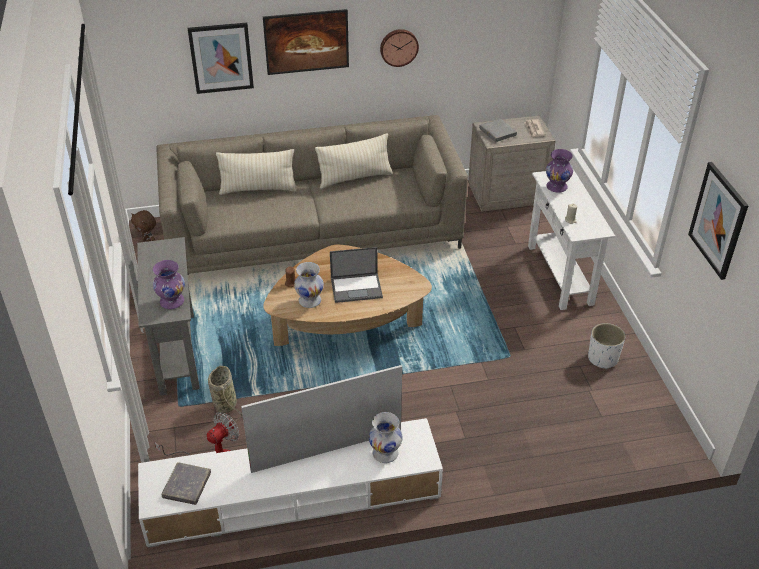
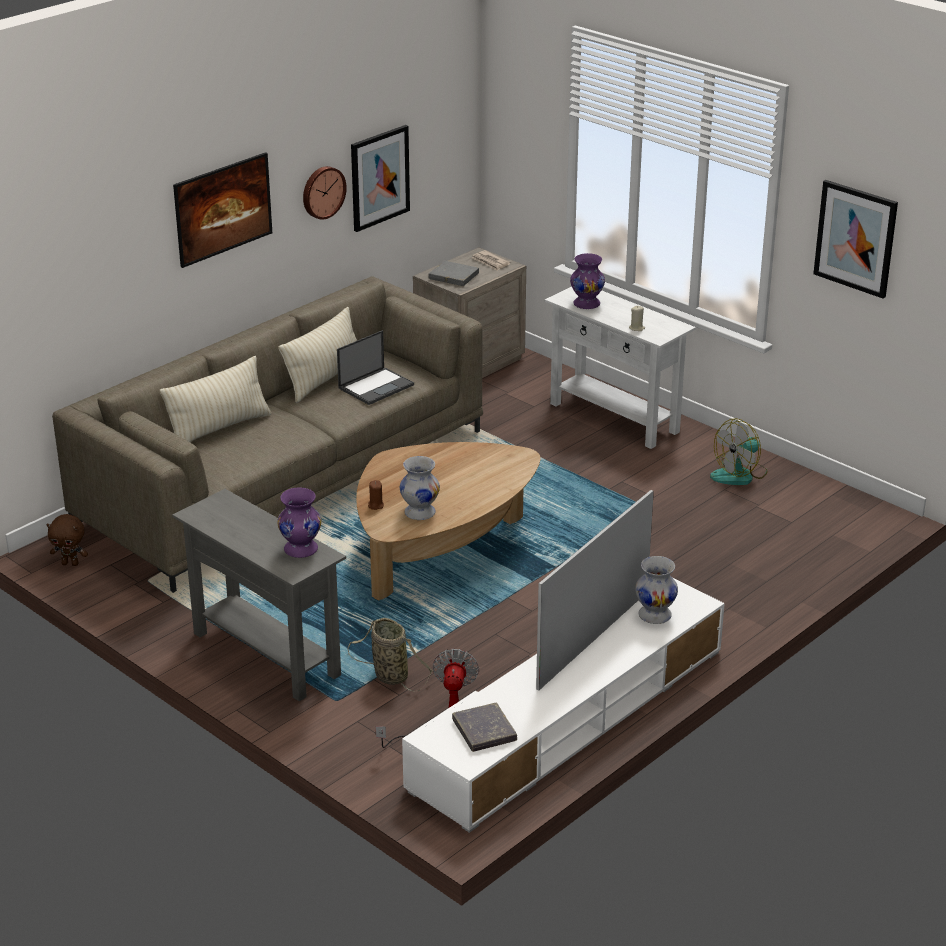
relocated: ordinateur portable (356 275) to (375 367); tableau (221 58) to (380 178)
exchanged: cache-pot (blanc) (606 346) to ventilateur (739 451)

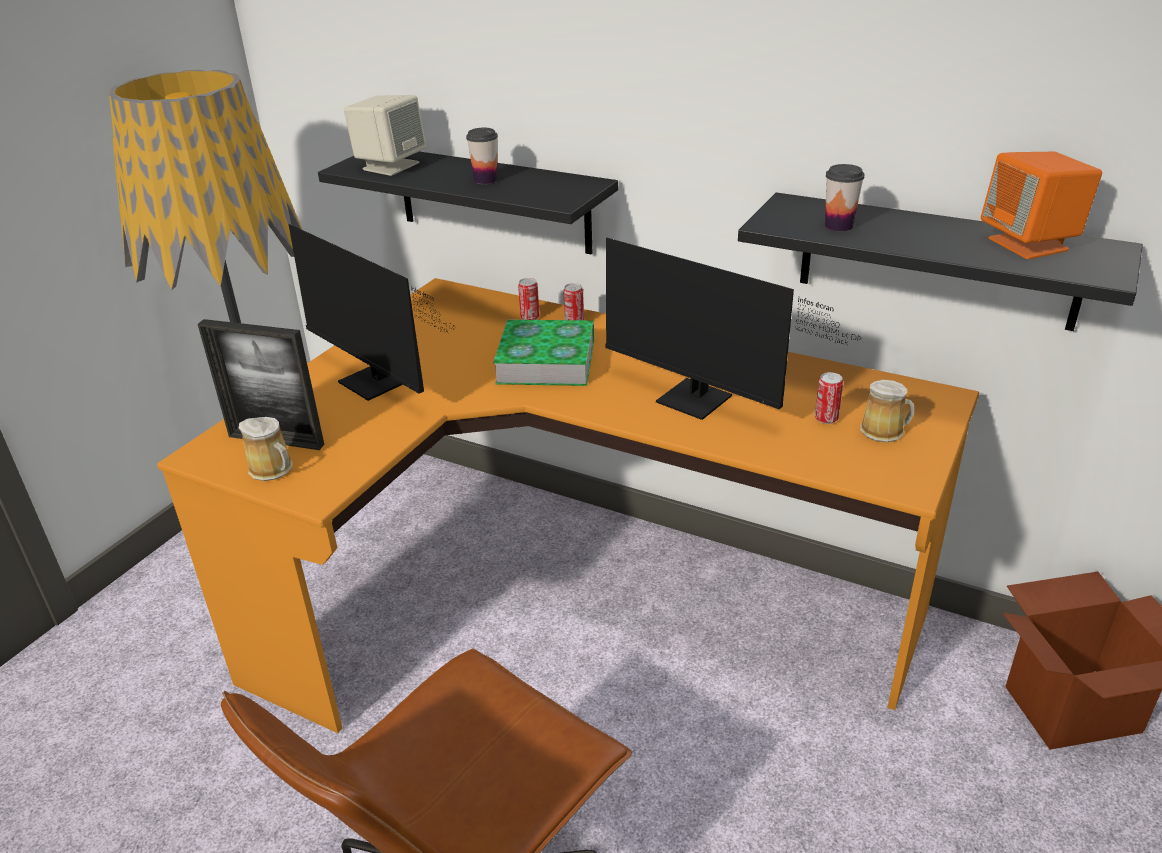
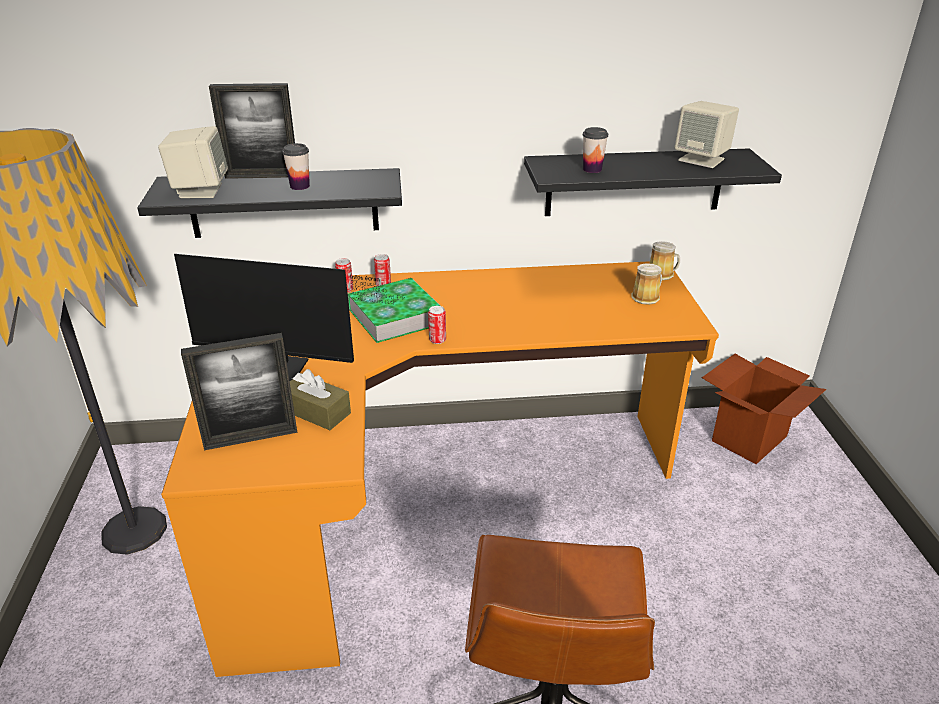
missing: écran d'ordinateur (733 329)
appeared: cadre photo (252 131); boîte à mouchoirs (marron) (320 399)
relocated: boîte métallique (829 398) to (437 325); mug (266 449) to (664 260)
colour: enceinte (orange) (1041 205) to enceinte (beige) (707 134)

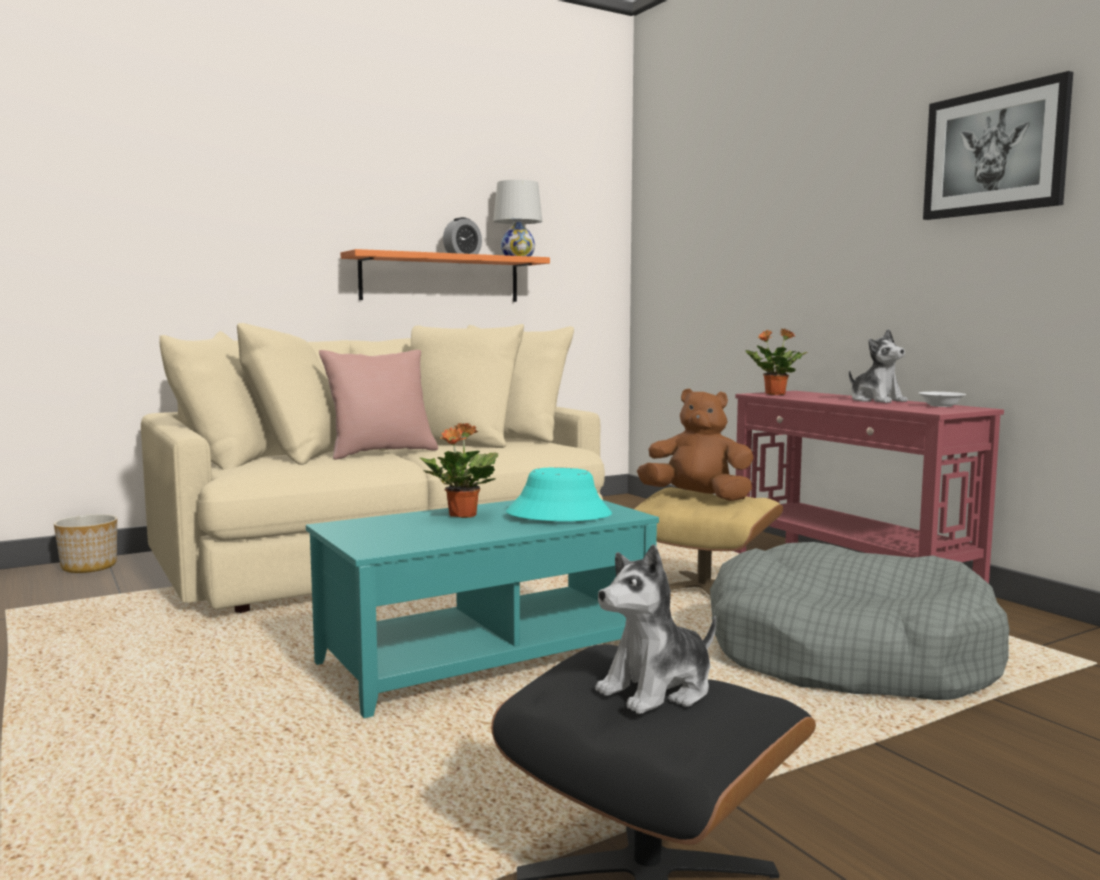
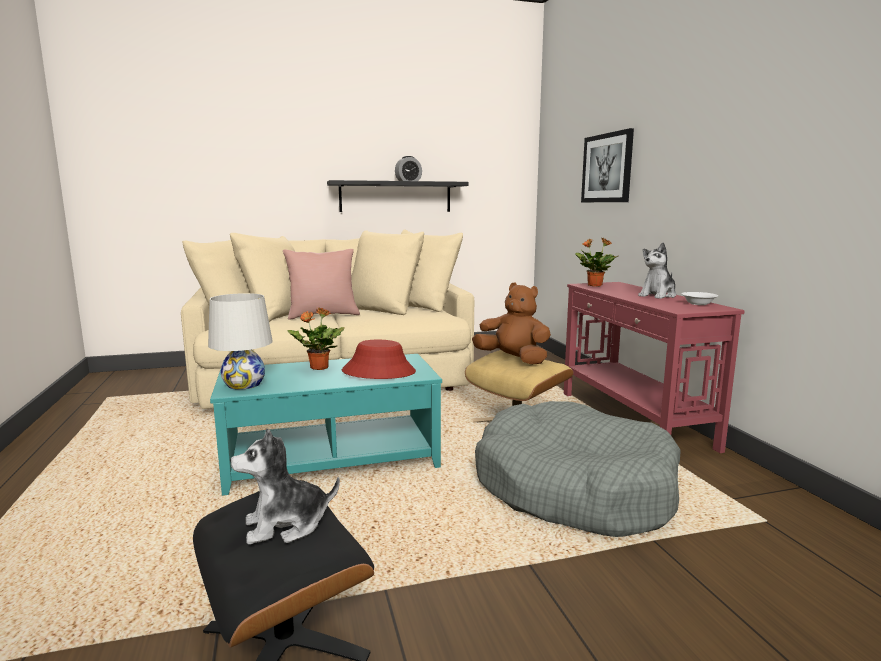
missing: cache-pot (85 543)
relocated: lampe de table (blanc) (517 218) to (240 341); tableau (998 145) to (607 165)
colour: étagère (orange) (445 275) to étagère (noir) (397 196); chapeau (turquoise) (559 494) to chapeau (rouge) (379 359)
spun: peluche (878 366) = (657 271) 60 degrees clockwise

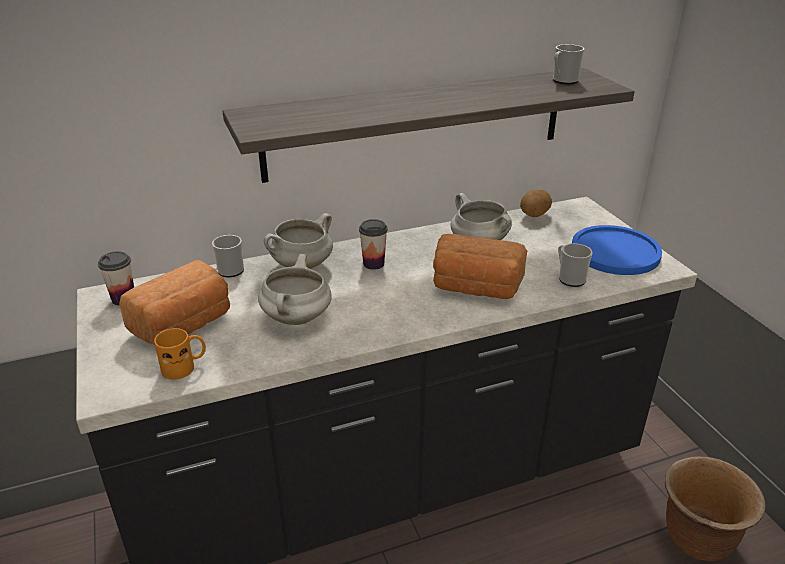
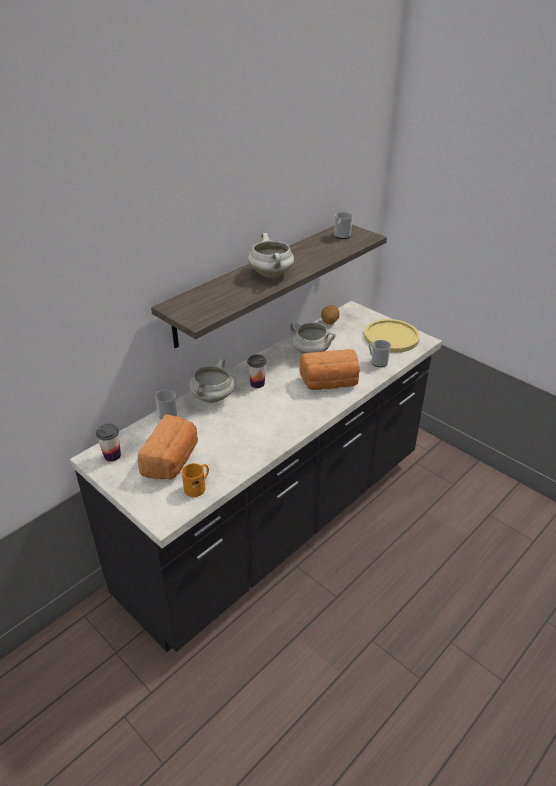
missing: cache-pot (marron) (715 508)
relocated: marmite (blanc) (295 289) to (271 255)
colour: assiette (bleu) (617 250) to assiette (jaune) (392 336)

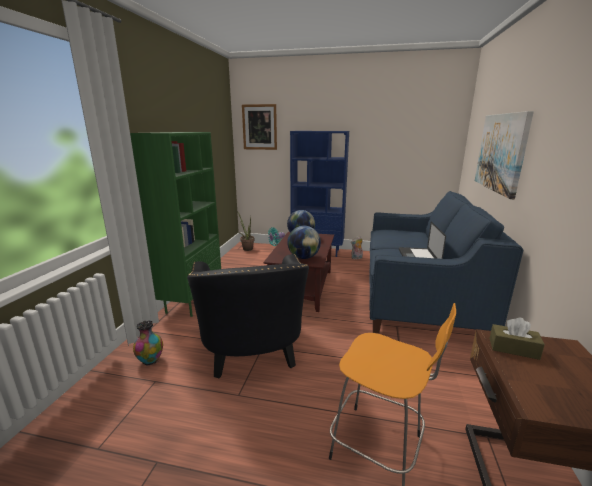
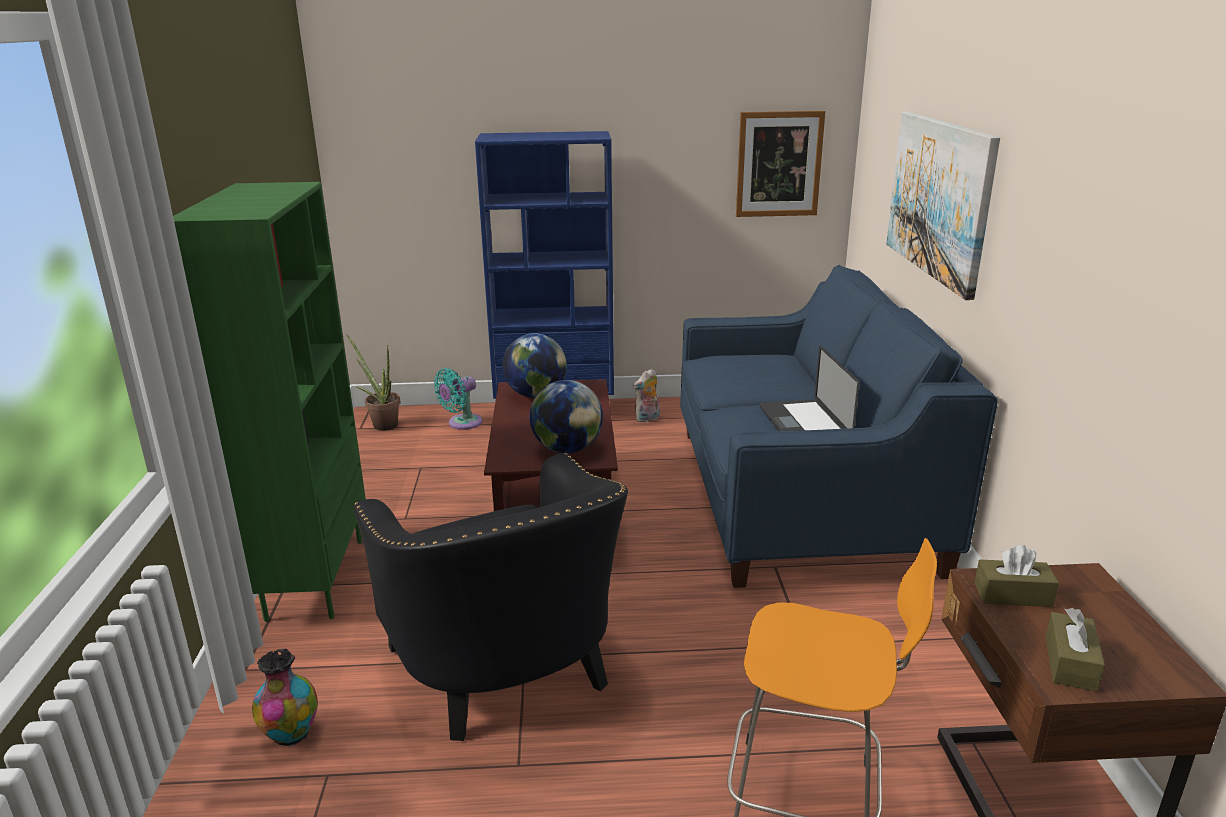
appeared: boîte à mouchoirs (marron) (1075 650)
relocated: tableau (259 127) to (780 164)

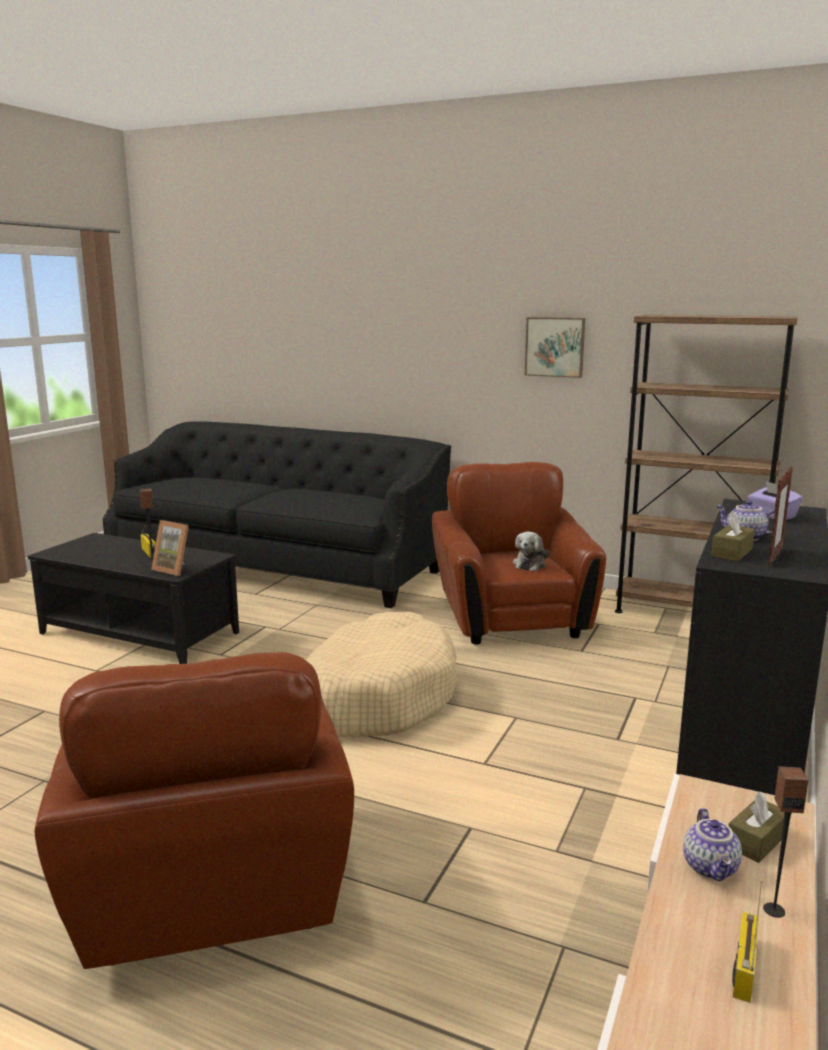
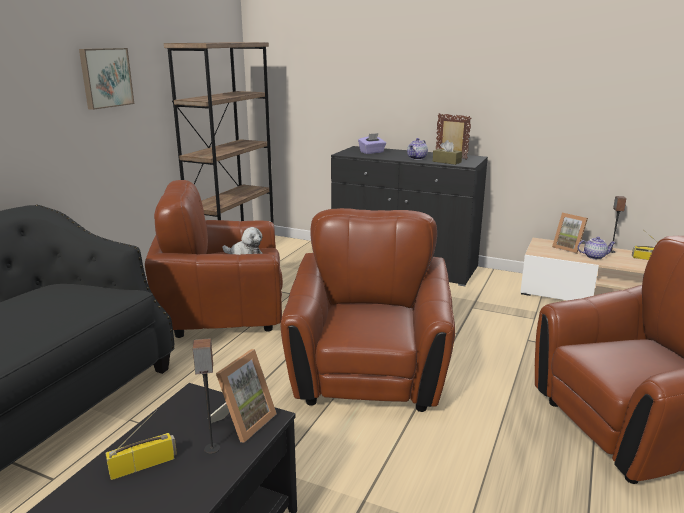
exchanged: panier pour chien (beige) (381 674) to fauteuil (marron) (368 310); boîte à mouchoirs (marron) (756 827) to cadre photo (570 233)

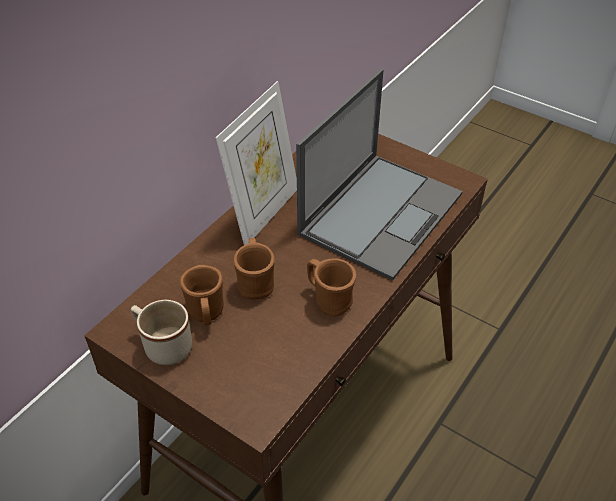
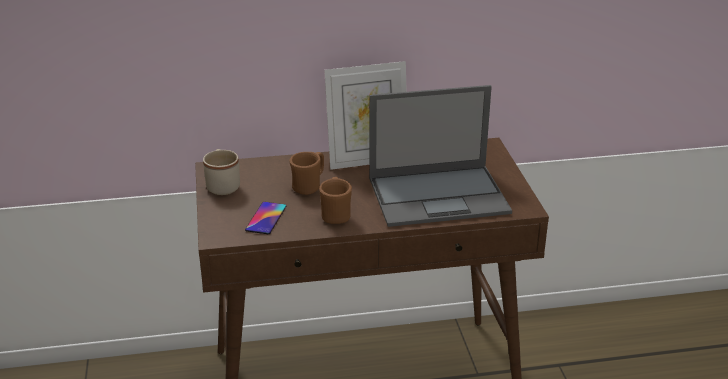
missing: mug (marron) (202 295)
appeared: téléphone (265 218)

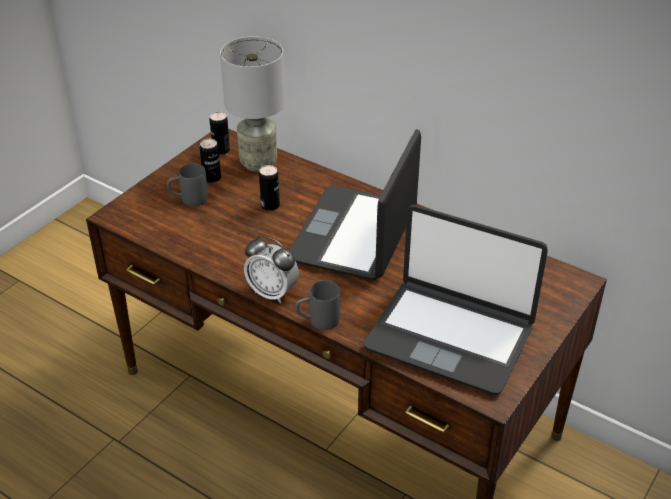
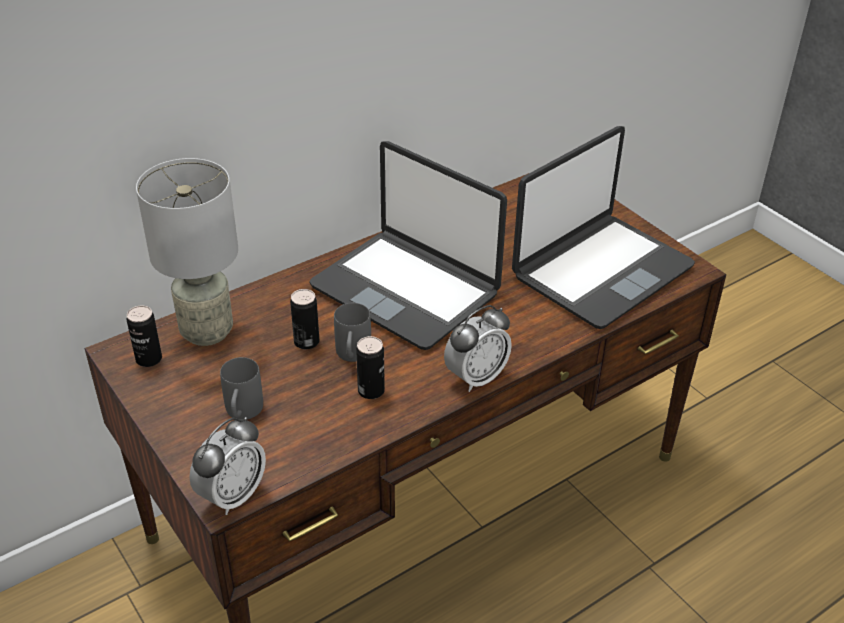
appeared: réveil (227 466)
relocated: mug (gris) (317 305) to (352 332); boîte métallique (210 161) to (370 367)

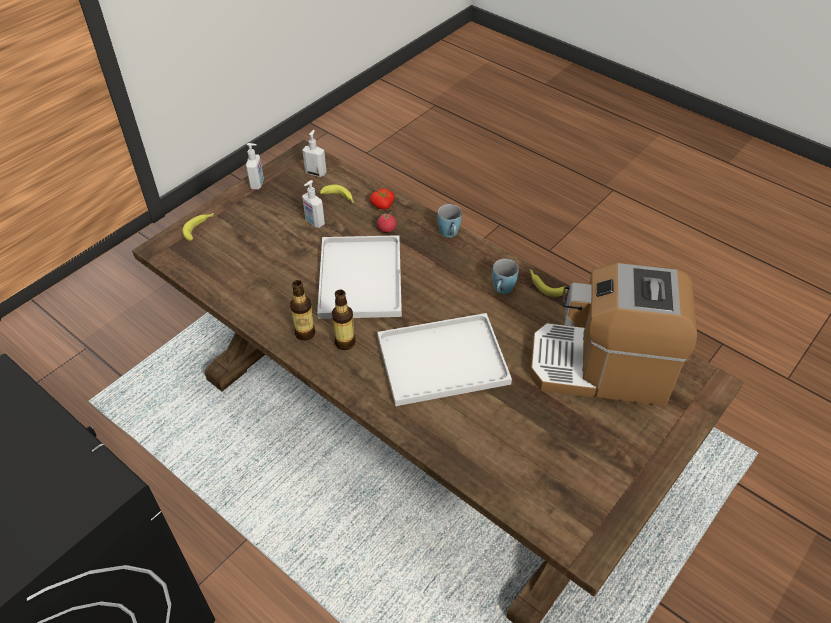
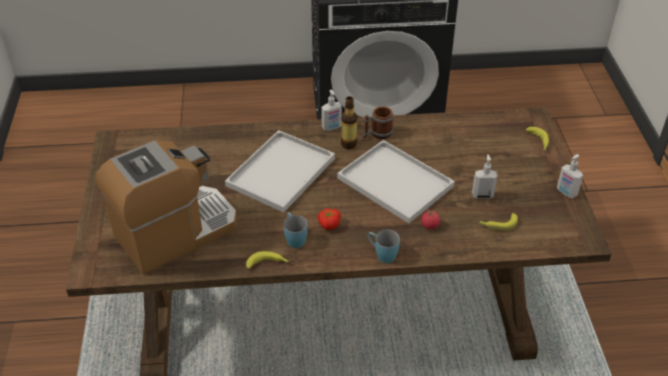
relocated: tomate (382 198) to (329 219); distributeur de savon (314 153) to (331 110)
exchanged: bouteille (302 310) to mug (378 122)

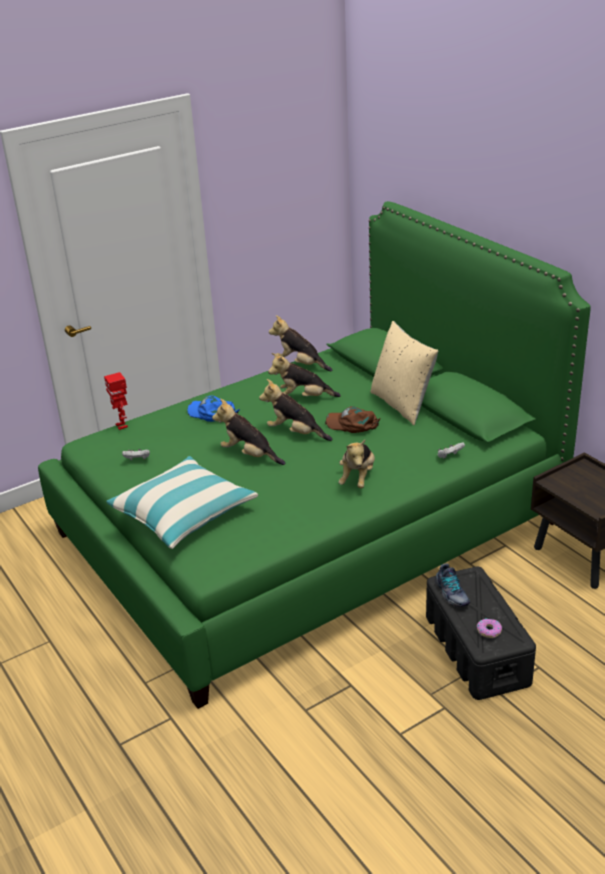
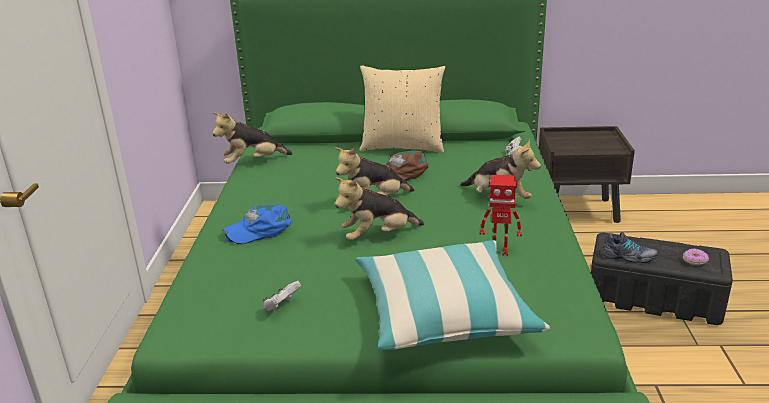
missing: peluche (304 375)
relocated: robot jouet (116 401) to (501 215)

